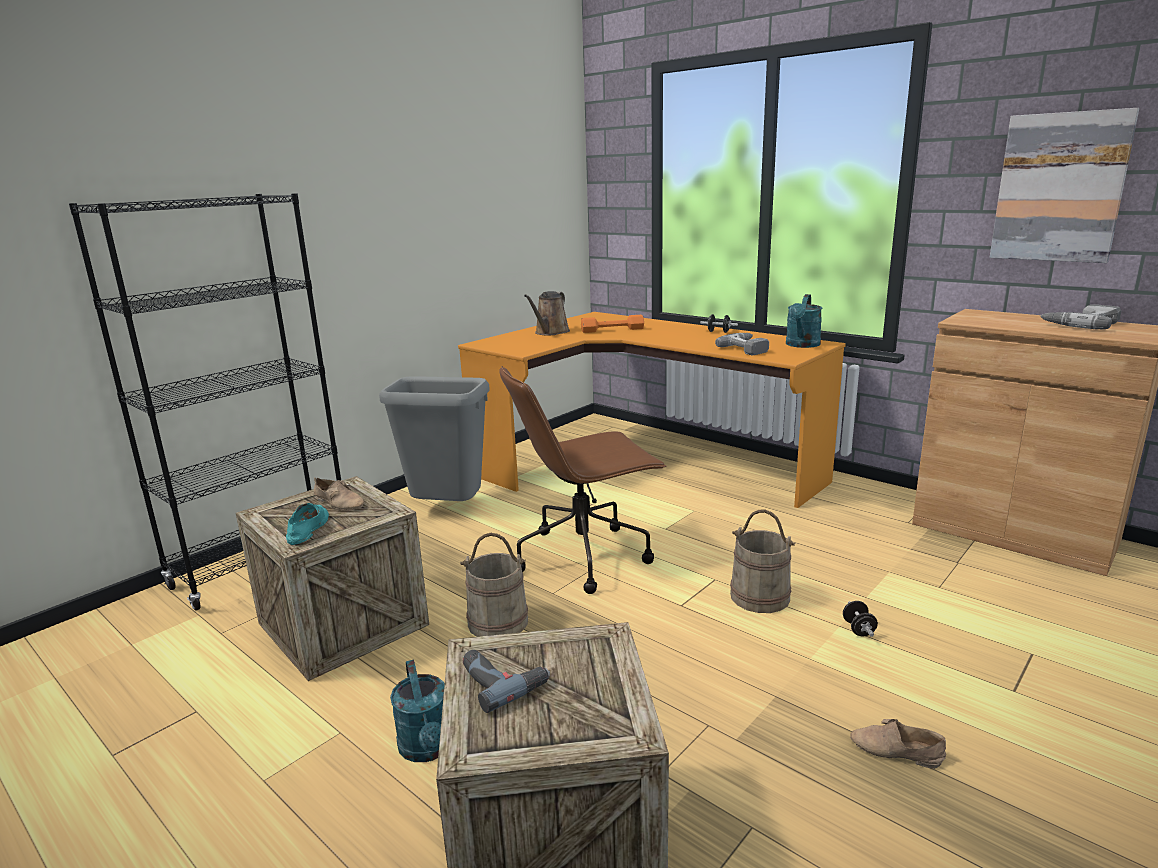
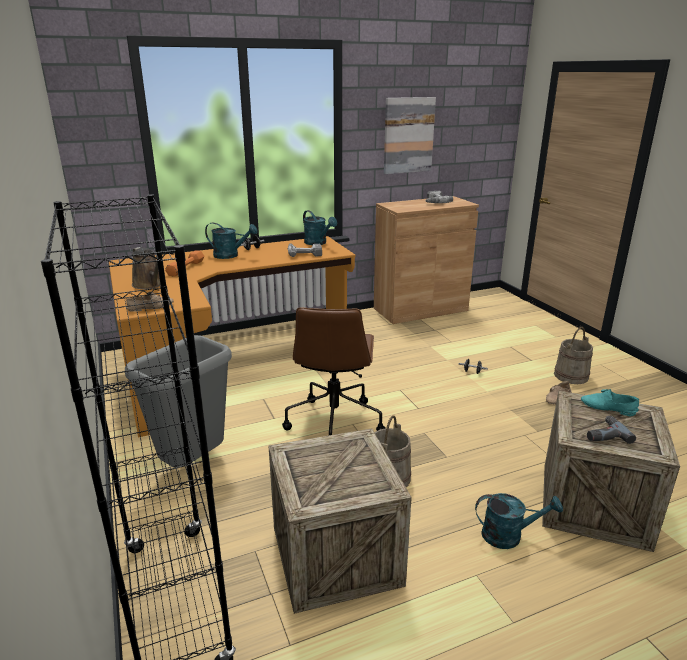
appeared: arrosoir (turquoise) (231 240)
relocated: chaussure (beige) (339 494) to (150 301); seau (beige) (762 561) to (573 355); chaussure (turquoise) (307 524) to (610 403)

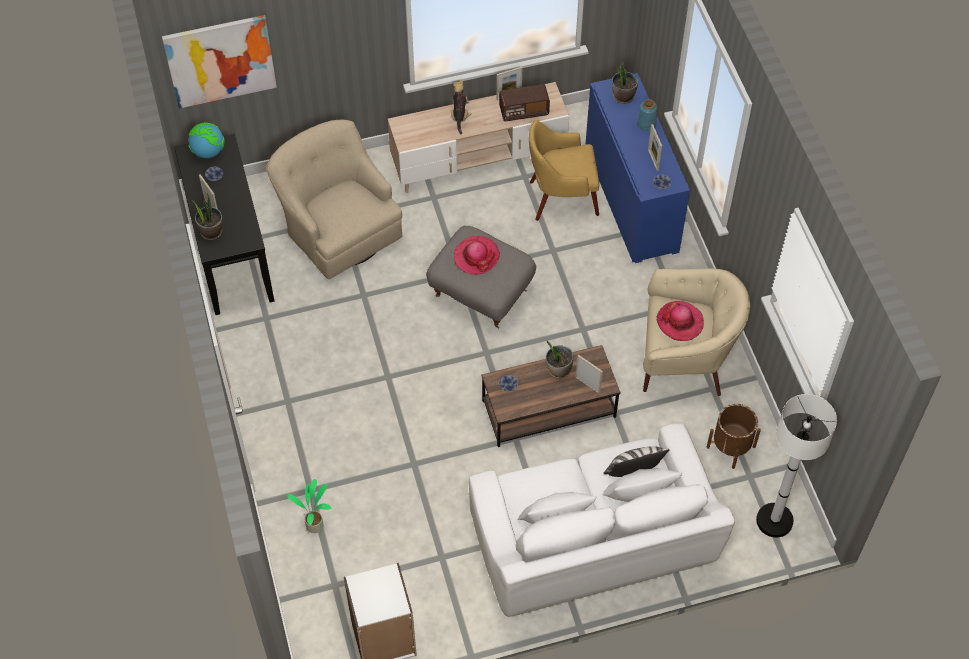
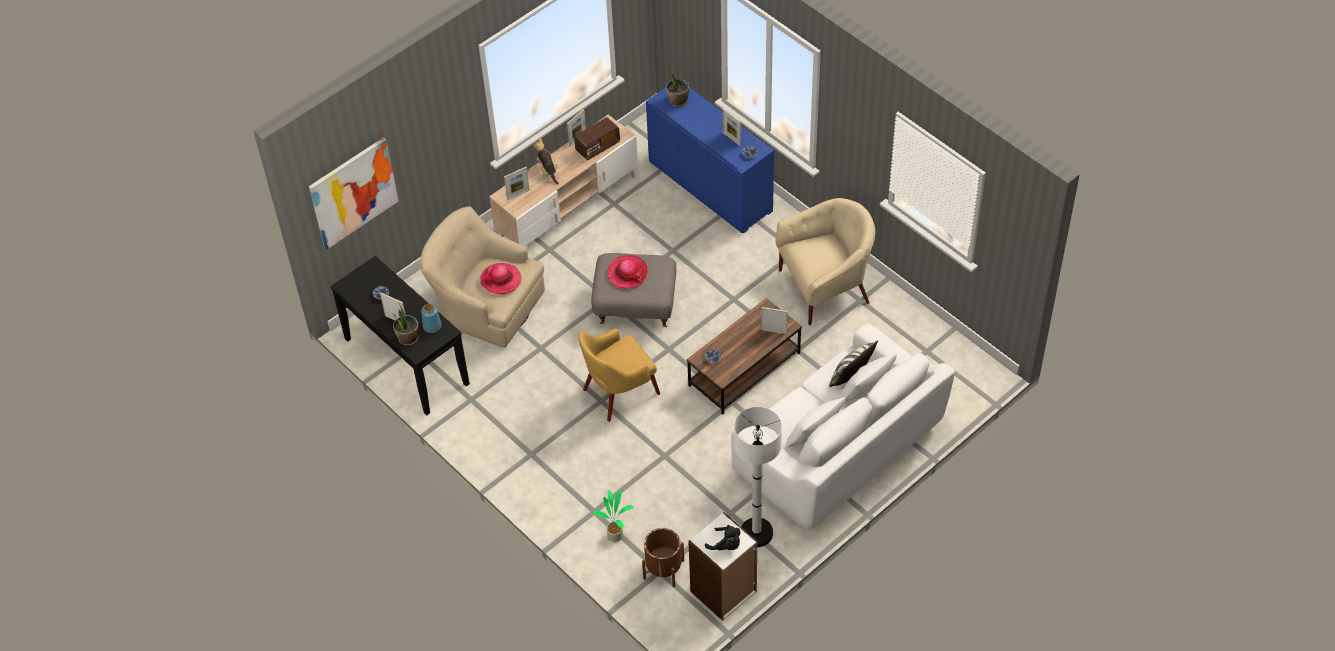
missing: globe (206 140); plante en pot (559 359)
appeared: cadre photo (517 183); peluche (noir) (722 537)
relocated: vase (bleu) (647 115) to (431 318); chapeau (680 321) to (501 278); fauteuil (jaune) (564 170) to (619 375); cache-pot (marron) (734 436) to (663 557); lampadaire (blanc) (796 466) to (758 477)

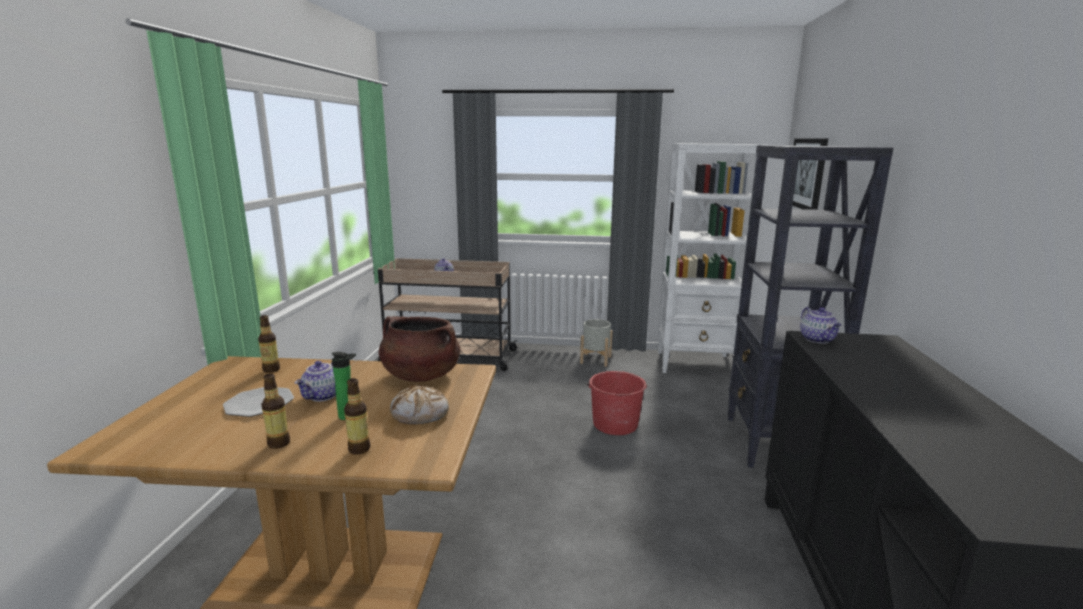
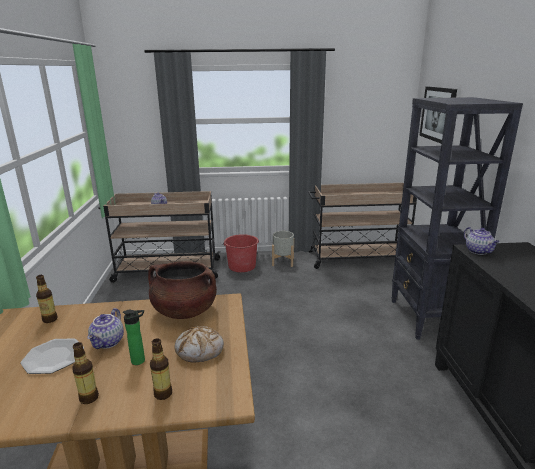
relocated: seau (rouge) (617 403) to (241 253)
exchanged: bibliothèque (blanc) (712 258) to chariot (beige) (362 226)

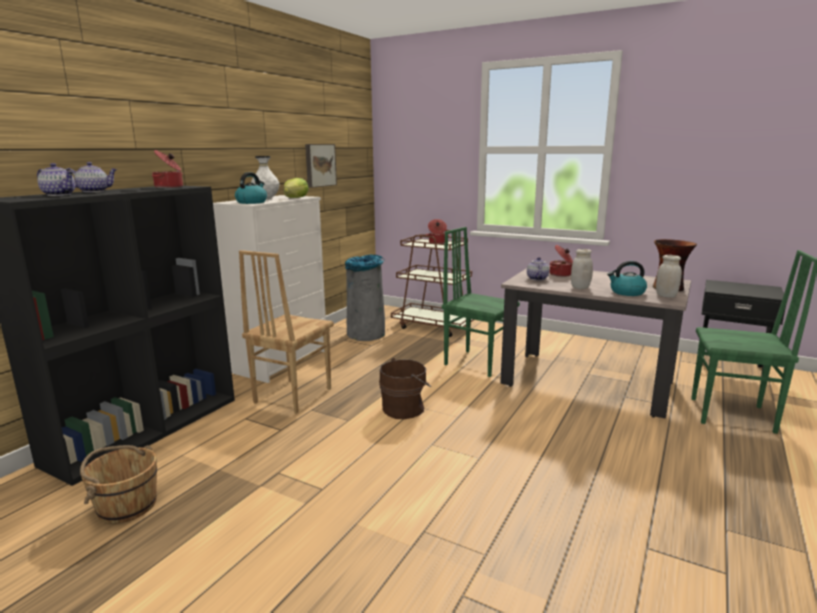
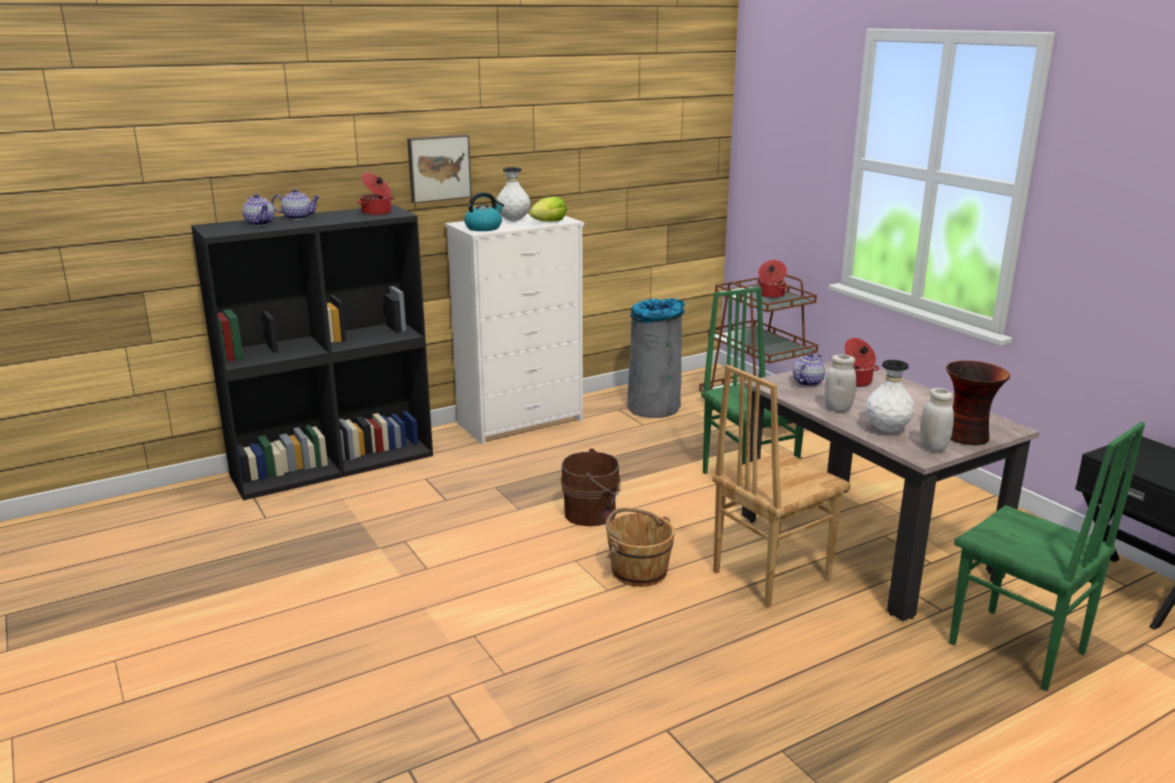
relocated: tableau (321 166) to (439 168); seau (marron) (118 484) to (640 547); chaise (marron) (286 332) to (781 486)
exchanged: bouilloire (627 278) to vase (blanc) (890 396)

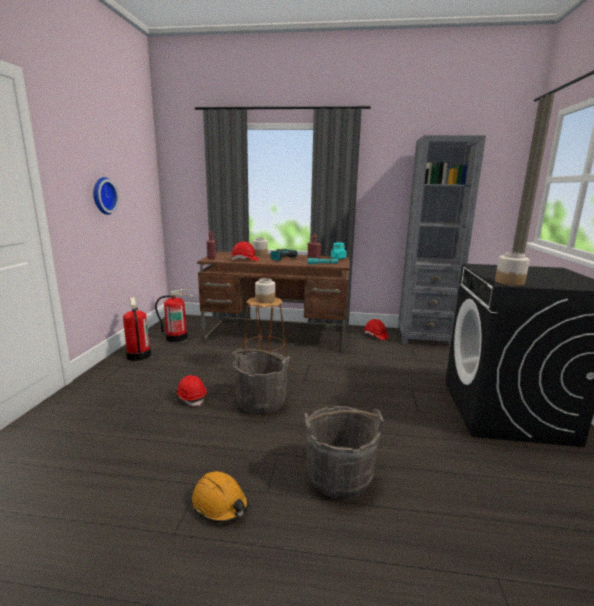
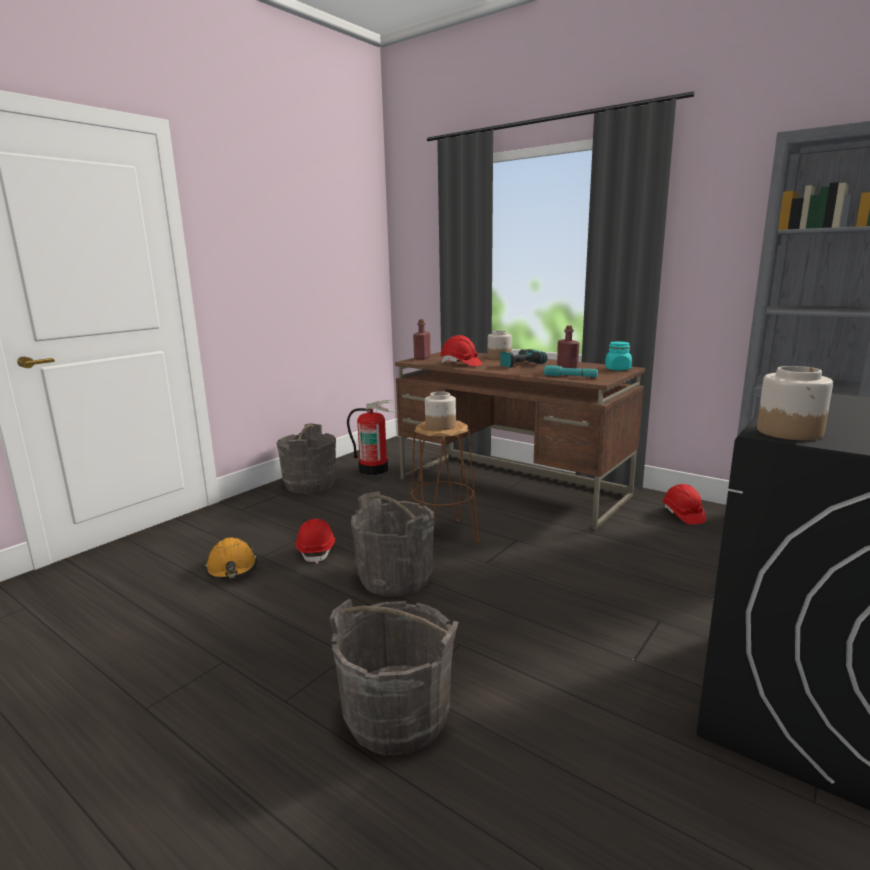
missing: horloge murale (106 196)
relocated: casque de chantier (orange) (220 497) to (231 558)
exchanged: extincteur (137 329) to seau (gris) (306 458)

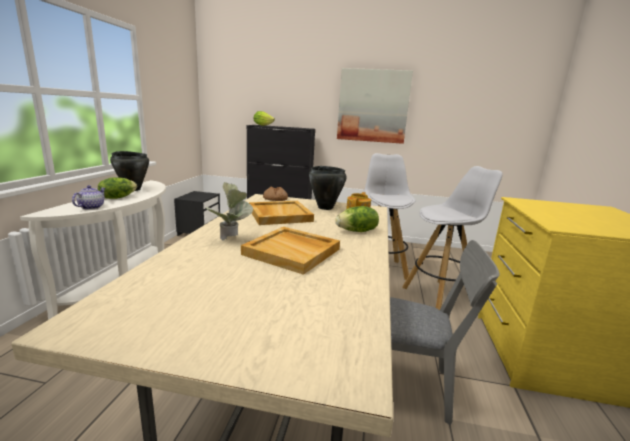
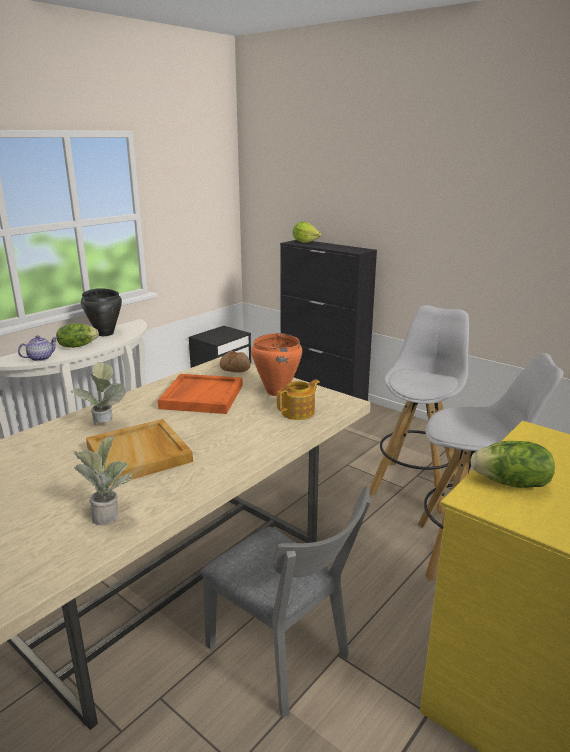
missing: tableau (375 106)
appeared: plante en pot (102 480)
relocated: laitue (357 219) to (512 464)
colour: plateau (beige) (281 213) to plateau (orange) (200 394); marmite (noir) (328 188) to marmite (orange) (276 364)

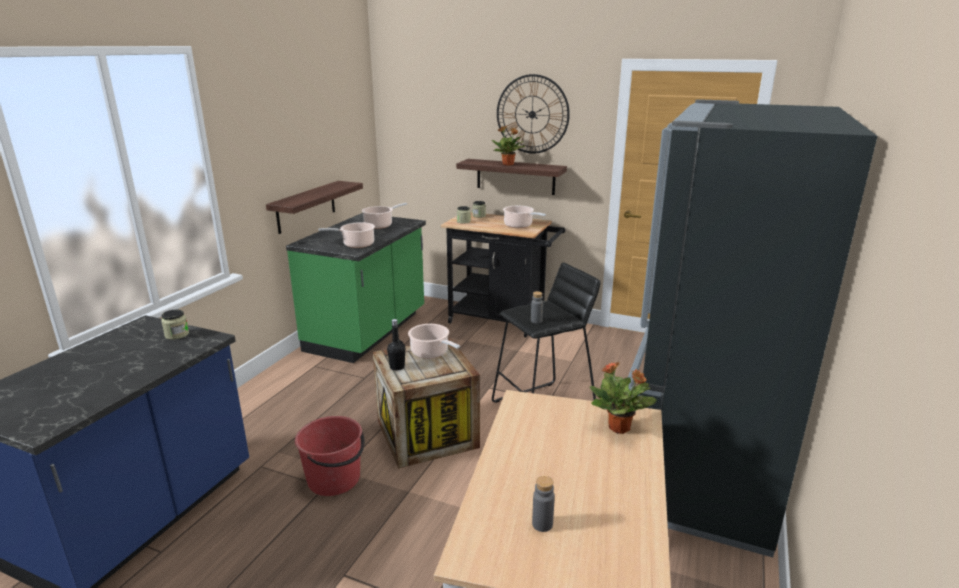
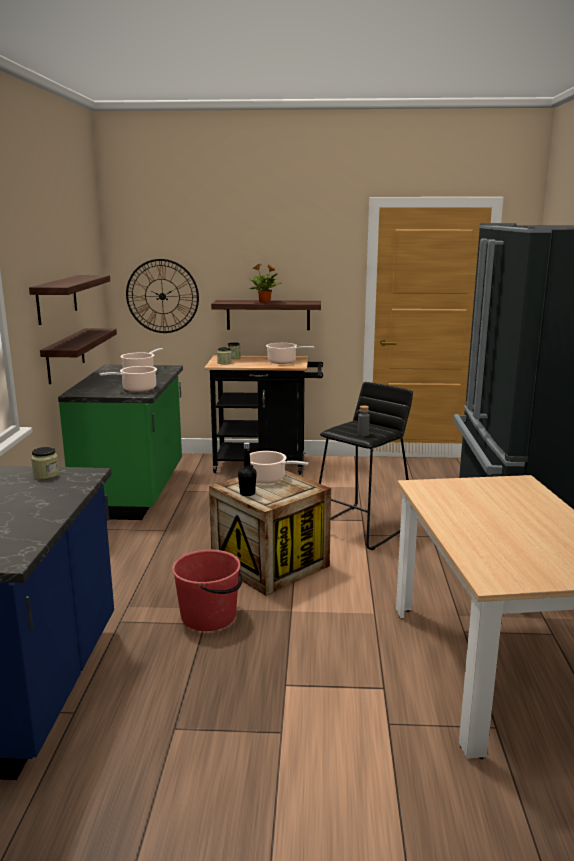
missing: bouteille (gris) (543 504); plante en pot (623 398)
appeared: étagère (69 300)
relocated: horloge murale (533 114) to (162 296)

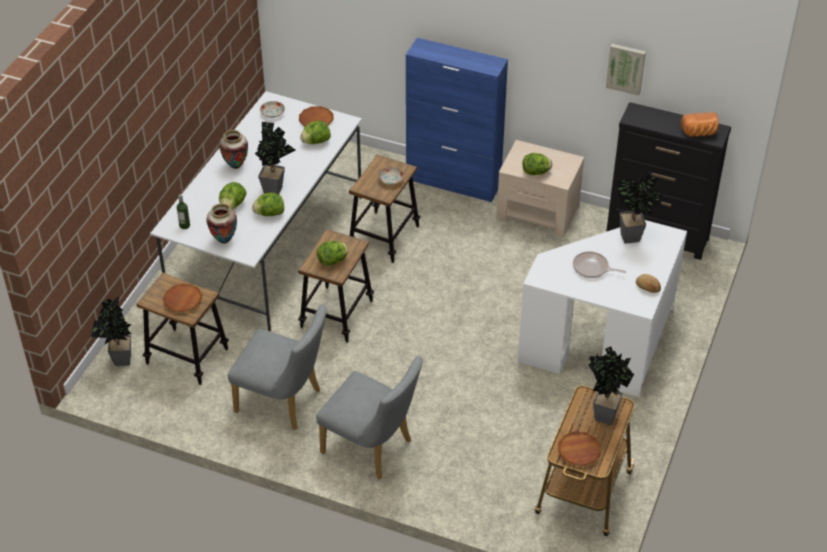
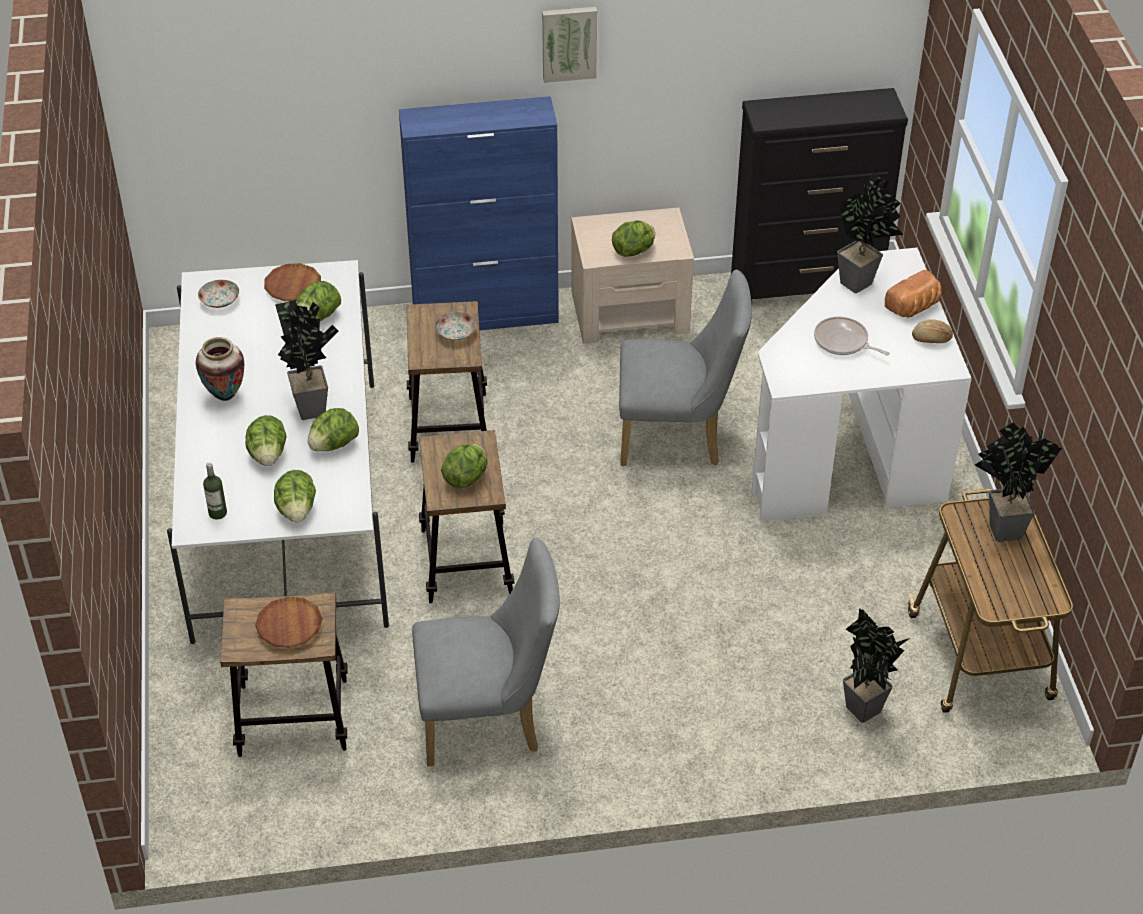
missing: assiette (marron) (579 448)
relocated: tableau (626 70) to (569 45); chaise (gris) (369 417) to (685 368); plante en pot (111 331) to (876 665); pain (700 124) to (913 294)
exchanged: vase (222 223) to laitue (295 496)
spun: poêle (599 264) = (852 336) 45 degrees clockwise

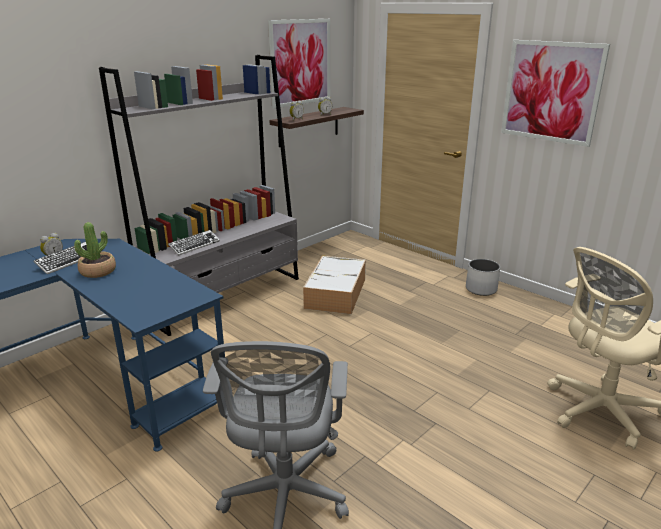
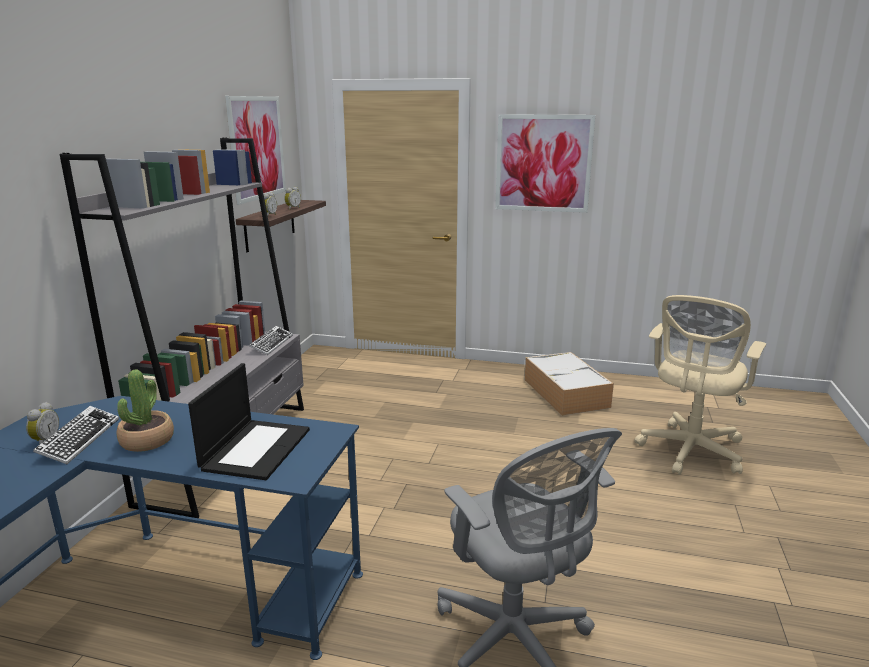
missing: cache-pot (blanc) (483 277)
appeared: ordinateur portable (249 421)
relocated: clavier (194 243) to (271 340); boîte de rangement (334 285) to (569 383)

